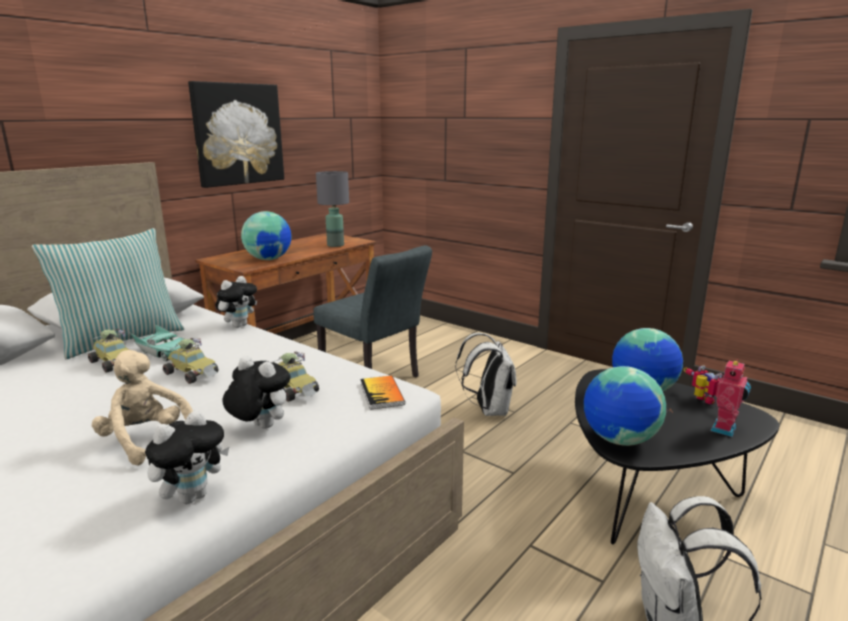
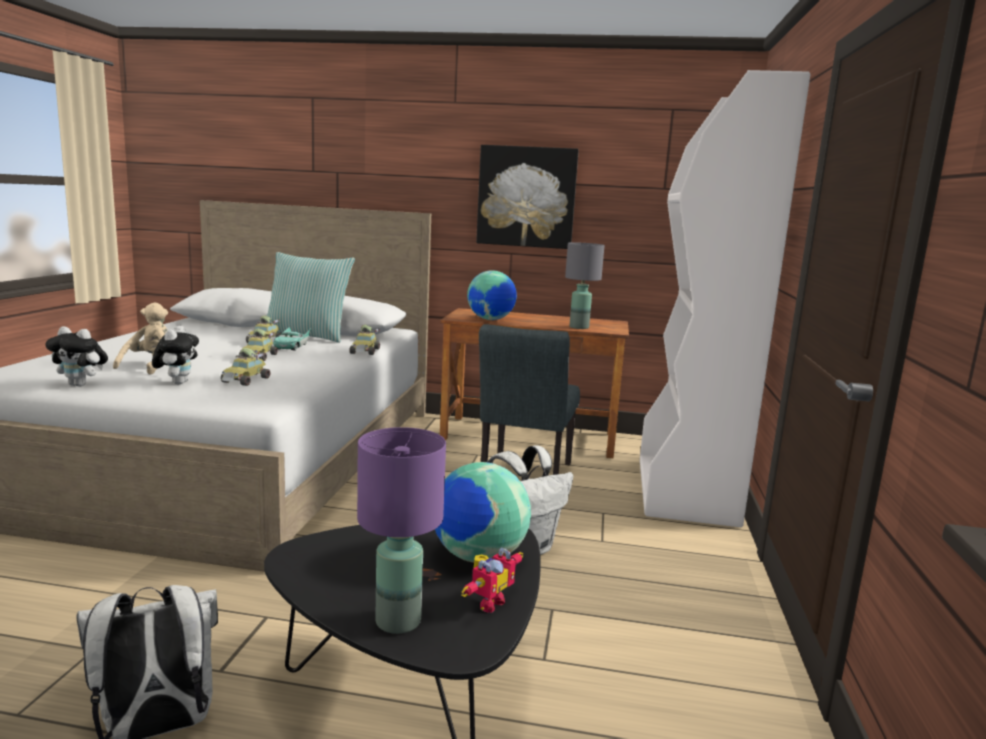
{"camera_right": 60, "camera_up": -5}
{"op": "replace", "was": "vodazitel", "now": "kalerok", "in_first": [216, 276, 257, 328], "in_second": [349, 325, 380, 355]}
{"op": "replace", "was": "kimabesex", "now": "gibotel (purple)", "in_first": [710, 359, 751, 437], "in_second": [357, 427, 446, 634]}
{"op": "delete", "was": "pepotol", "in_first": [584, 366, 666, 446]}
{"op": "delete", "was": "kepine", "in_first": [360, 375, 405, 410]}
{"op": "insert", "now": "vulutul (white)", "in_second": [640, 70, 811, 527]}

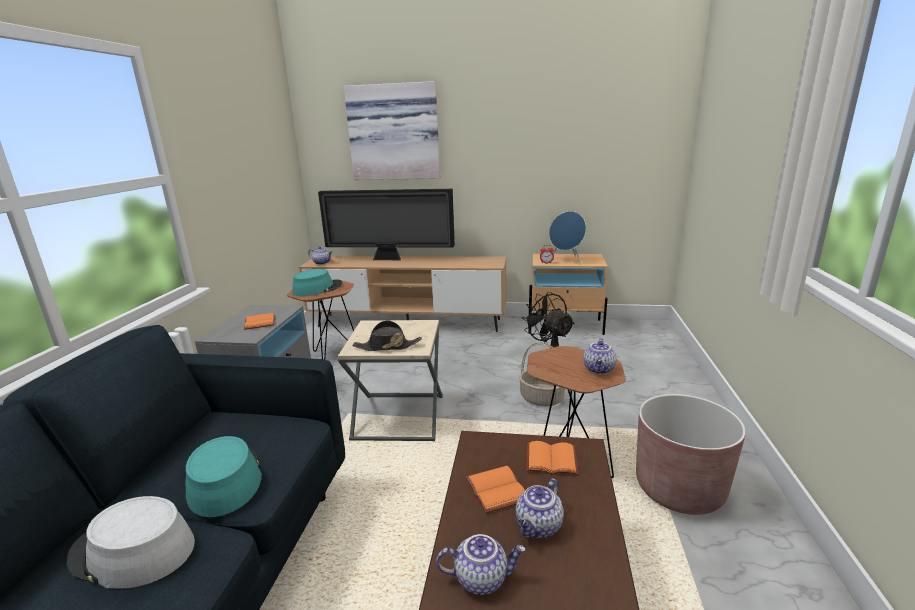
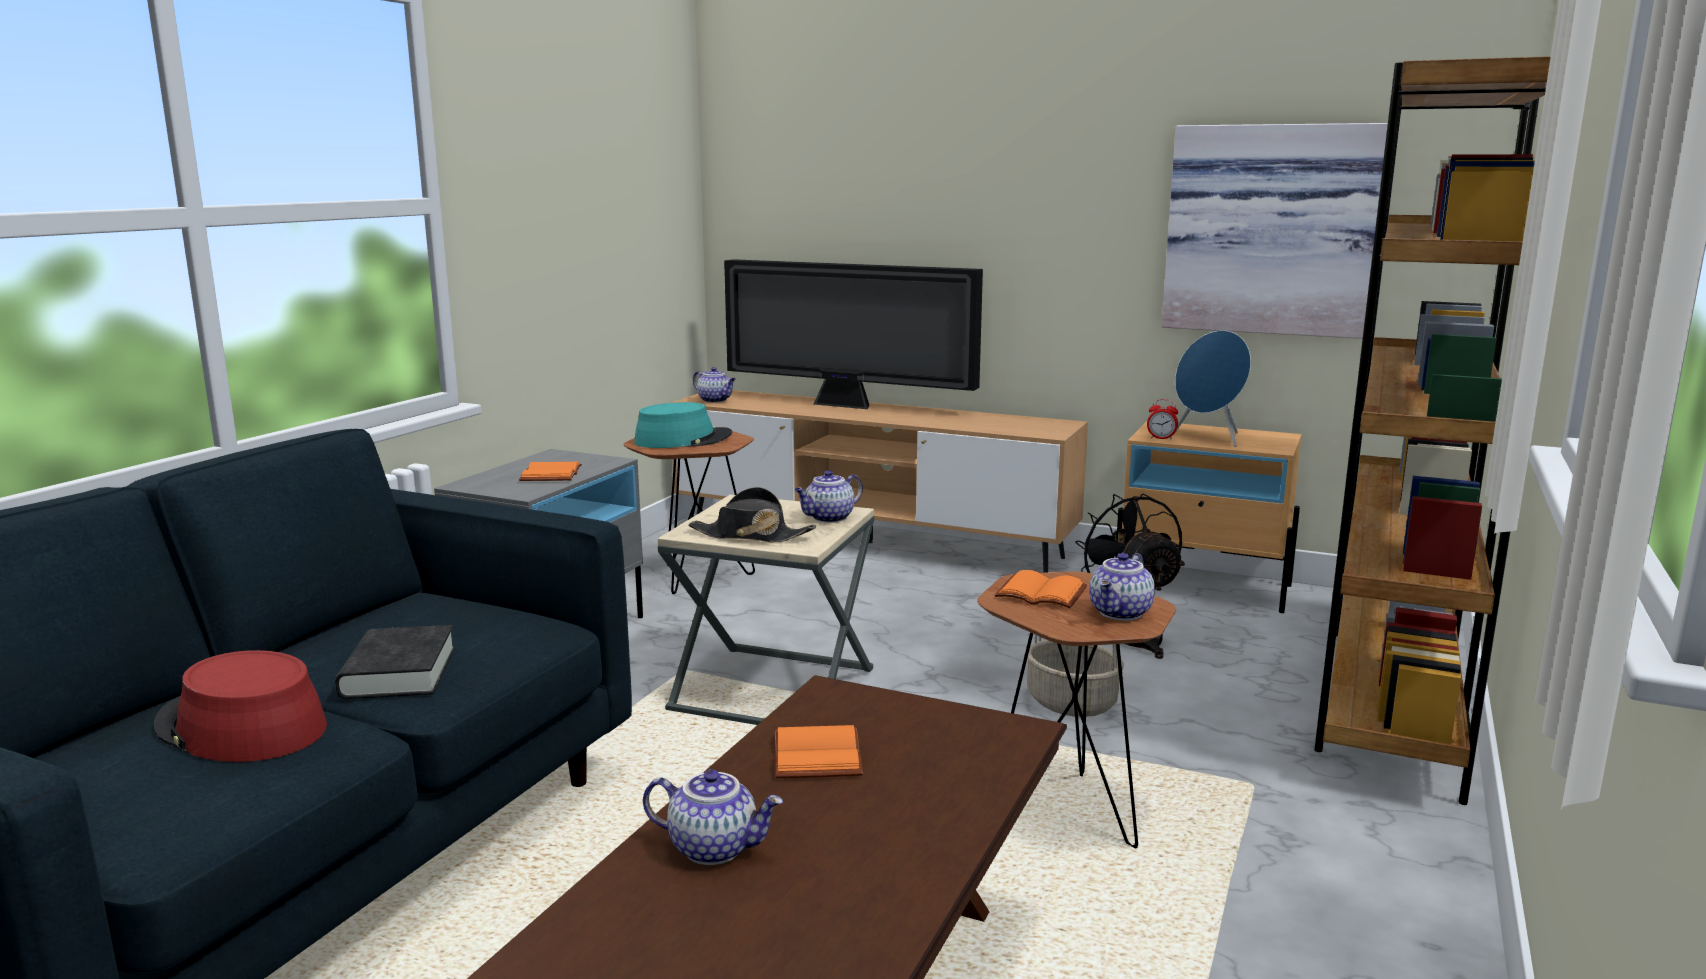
{"camera_right": 15, "camera_up": -5}
{"op": "move", "was": "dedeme", "in_first": [344, 81, 440, 180], "in_second": [1161, 123, 1400, 339]}
{"op": "delete", "was": "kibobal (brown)", "in_first": [636, 394, 746, 515]}
{"op": "replace", "was": "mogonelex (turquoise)", "now": "kepine (black)", "in_first": [186, 436, 262, 517], "in_second": [335, 625, 455, 699]}
{"op": "move", "was": "kepine (orange)", "in_first": [526, 441, 579, 475], "in_second": [995, 570, 1087, 608]}
{"op": "move", "was": "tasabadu", "in_first": [516, 478, 564, 538], "in_second": [794, 470, 863, 523]}
{"op": "recolor", "was": "mogonelex (grey)", "now": "mogonelex (red)", "in_first": [67, 496, 195, 589], "in_second": [154, 650, 327, 762]}
{"op": "insert", "now": "vulutul (brown)", "in_second": [1314, 56, 1551, 805]}

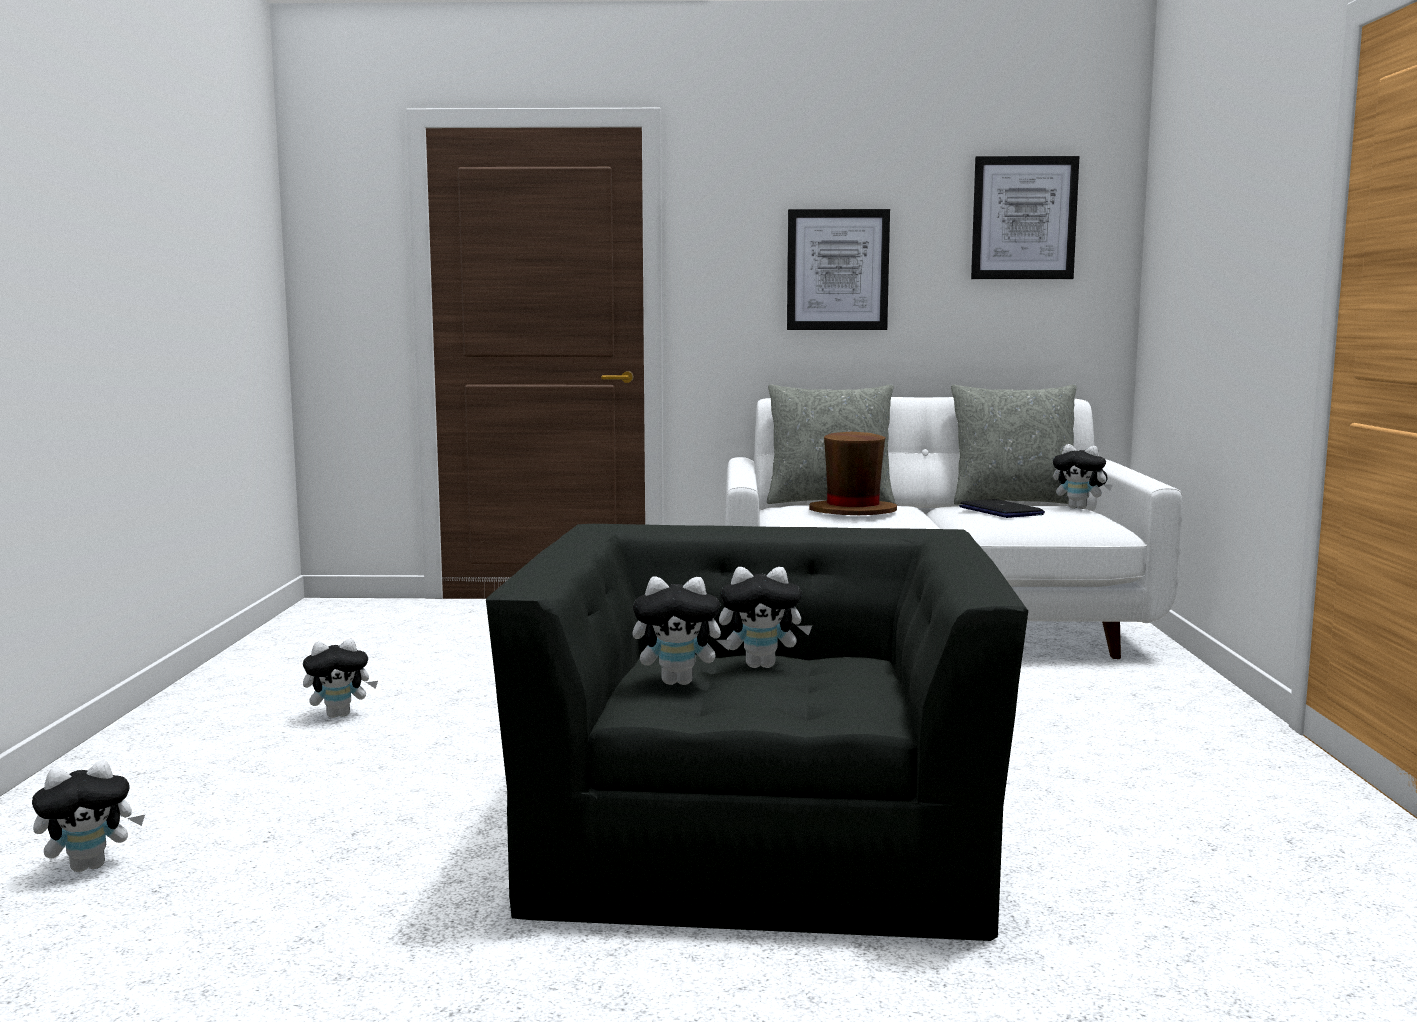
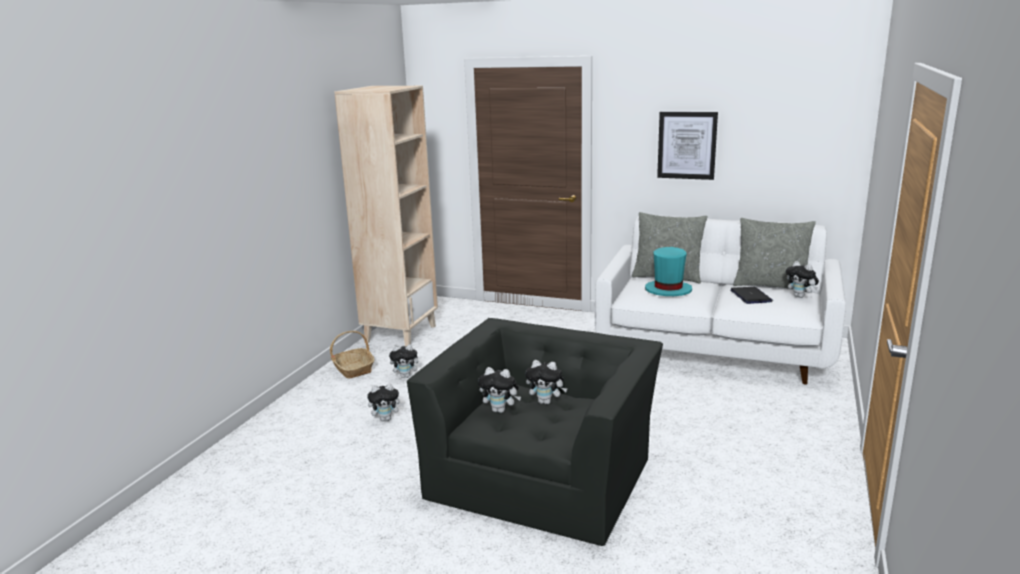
{"camera_right": 20, "camera_up": 10}
{"op": "delete", "was": "dedeme", "in_first": [971, 156, 1079, 279]}
{"op": "recolor", "was": "mogonelex (brown)", "now": "mogonelex (turquoise)", "in_first": [809, 432, 897, 515], "in_second": [645, 247, 692, 296]}
{"op": "move", "was": "vodazitel", "in_first": [32, 760, 145, 872], "in_second": [367, 384, 404, 421]}
{"op": "insert", "now": "vulutul (beige)", "in_second": [334, 86, 438, 347]}
{"op": "insert", "now": "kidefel", "in_second": [330, 331, 374, 379]}

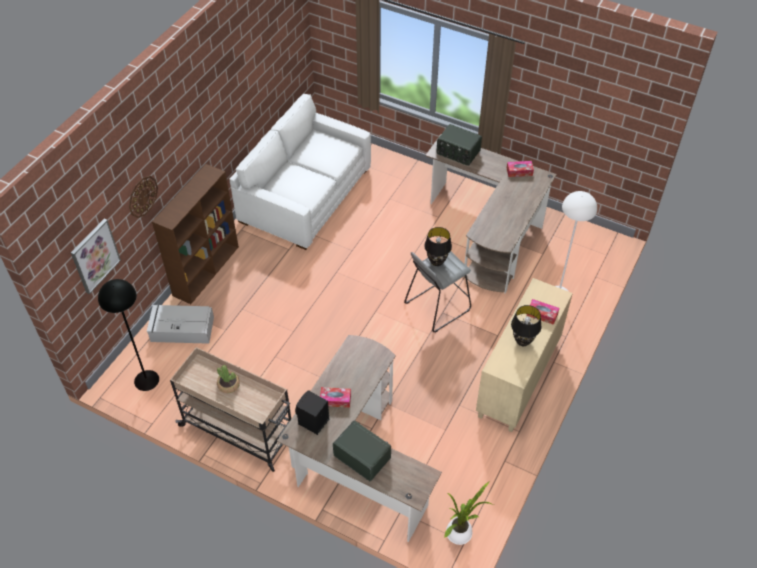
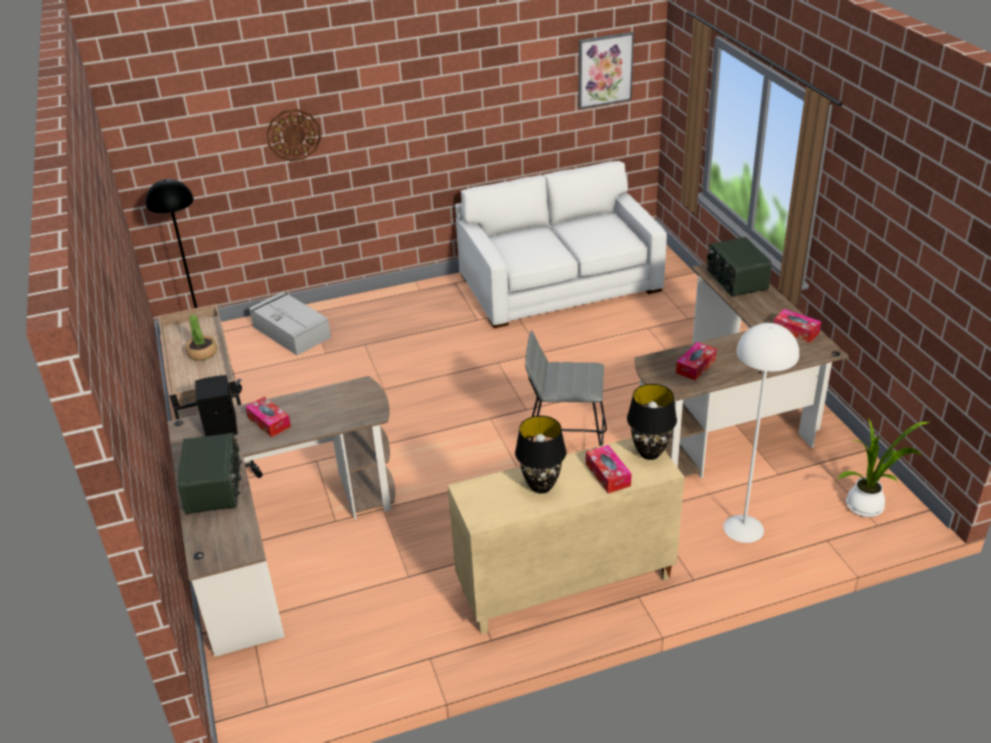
{"camera_right": 45, "camera_up": -15}
{"op": "delete", "was": "vulutul (brown)", "in_first": [152, 164, 239, 304]}
{"op": "move", "was": "dedeme", "in_first": [71, 219, 121, 294], "in_second": [578, 32, 634, 109]}
{"op": "move", "was": "gibotel (black)", "in_first": [424, 227, 452, 266], "in_second": [627, 384, 677, 460]}
{"op": "move", "was": "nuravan", "in_first": [444, 481, 494, 545], "in_second": [837, 419, 929, 517]}
{"op": "insert", "now": "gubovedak", "in_second": [676, 342, 716, 381]}

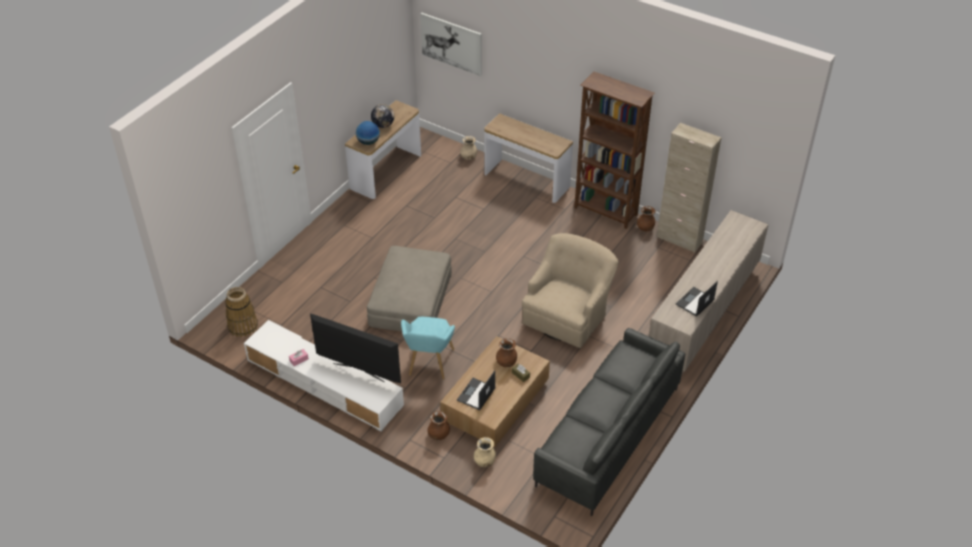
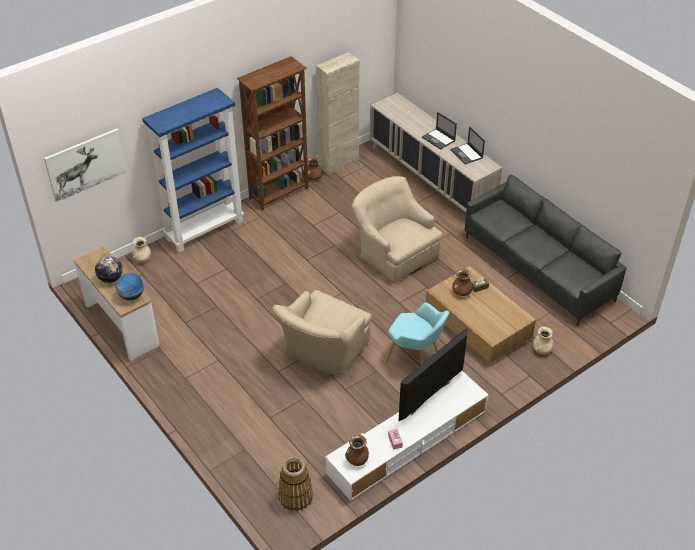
{"camera_right": -70, "camera_up": 0}
{"op": "replace", "was": "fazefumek", "now": "vulutul (blue)", "in_first": [484, 113, 573, 203], "in_second": [142, 88, 244, 253]}
{"op": "replace", "was": "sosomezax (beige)", "now": "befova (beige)", "in_first": [367, 246, 452, 332], "in_second": [273, 290, 372, 375]}
{"op": "move", "was": "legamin", "in_first": [457, 370, 496, 410], "in_second": [422, 112, 457, 150]}
{"op": "move", "was": "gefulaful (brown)", "in_first": [427, 411, 450, 440], "in_second": [345, 435, 369, 466]}

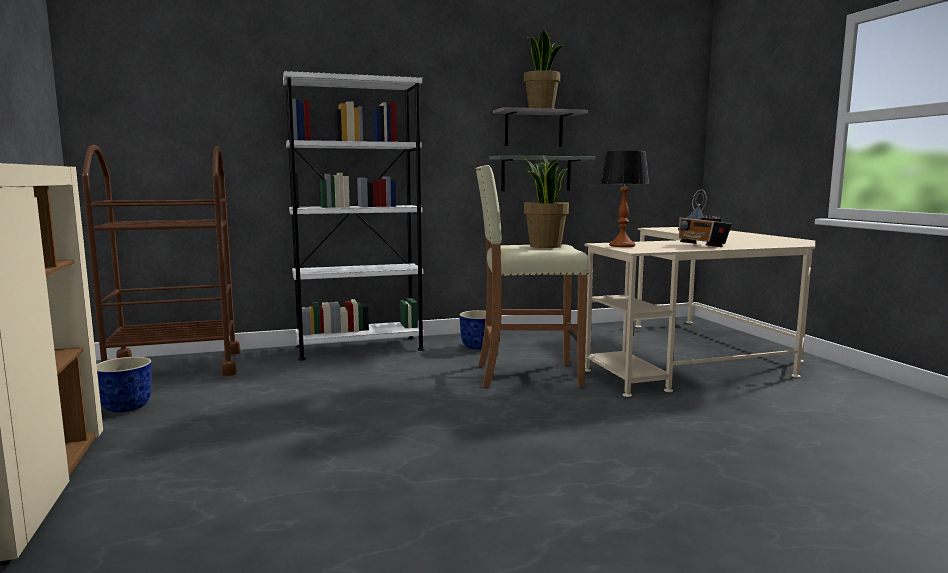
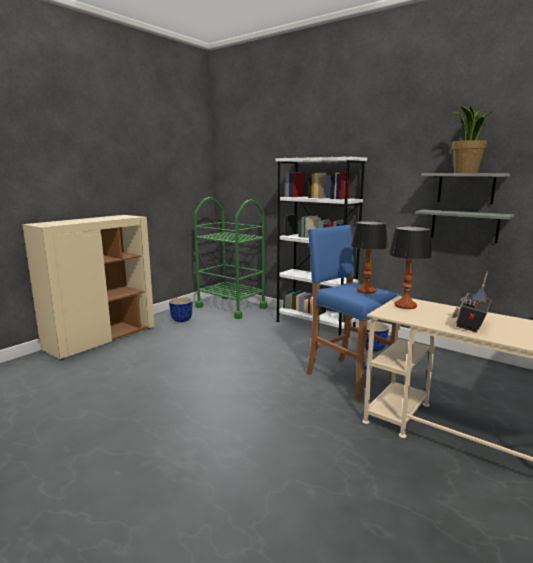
{"camera_right": 55, "camera_up": 5}
{"op": "recolor", "was": "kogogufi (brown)", "now": "kogogufi (green)", "in_first": [82, 145, 240, 376], "in_second": [194, 197, 267, 319]}
{"op": "replace", "was": "nuravan", "now": "gibotel", "in_first": [523, 155, 569, 248], "in_second": [351, 221, 388, 294]}
{"op": "recolor", "was": "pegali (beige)", "now": "pegali (blue)", "in_first": [475, 165, 590, 387], "in_second": [307, 225, 403, 402]}

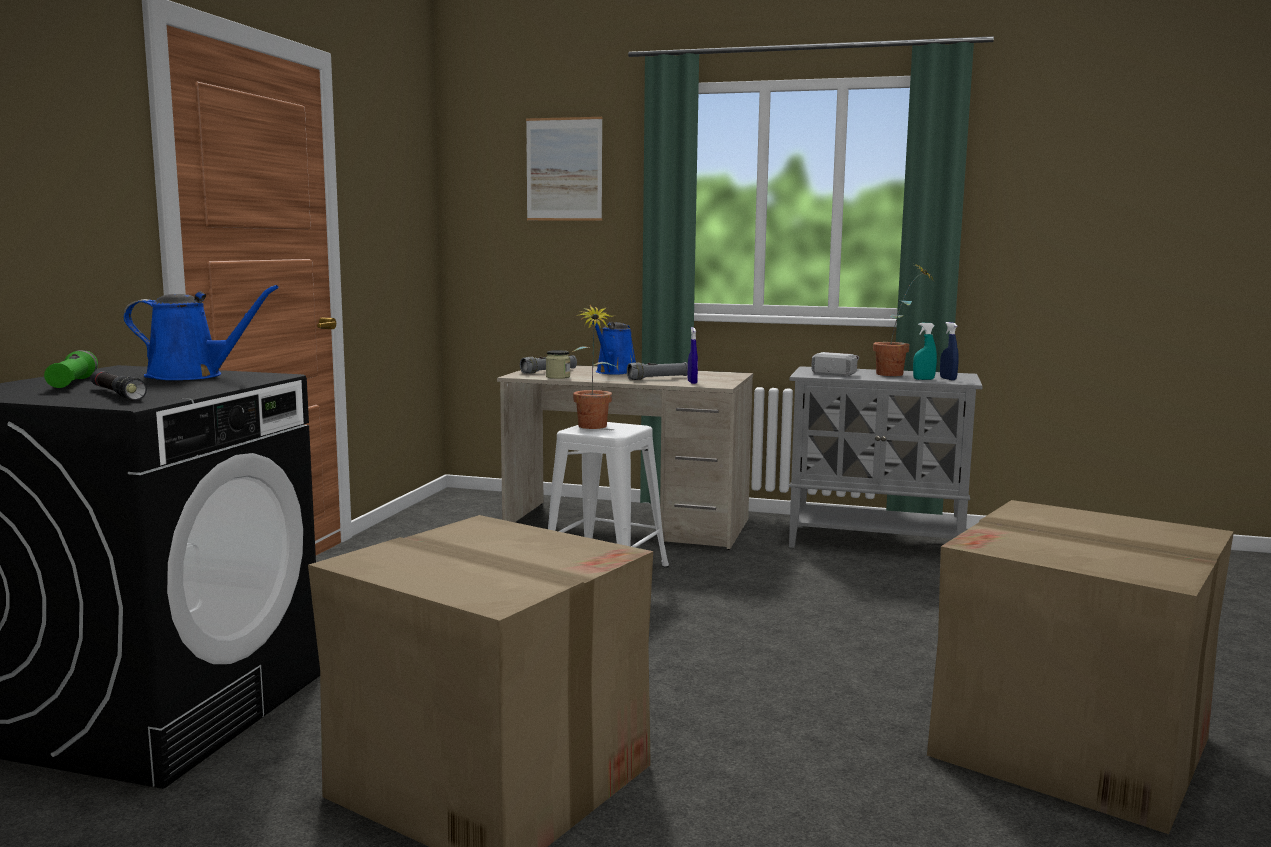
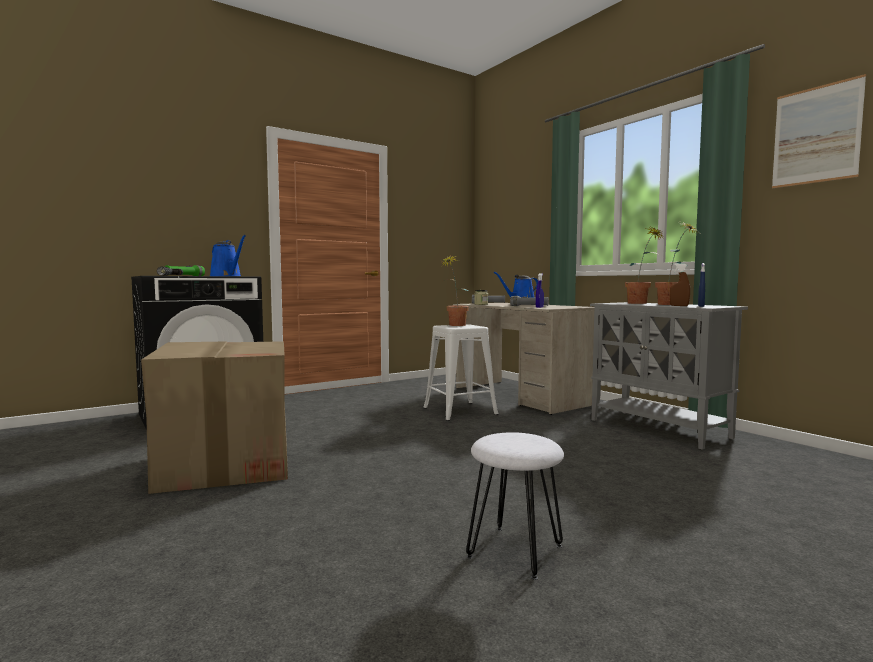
{"camera_right": 40, "camera_up": -5}
{"op": "move", "was": "dedeme", "in_first": [526, 117, 603, 221], "in_second": [772, 74, 866, 188]}
{"op": "recolor", "was": "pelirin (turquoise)", "now": "pelirin (brown)", "in_first": [913, 323, 937, 380], "in_second": [669, 263, 690, 306]}
{"op": "replace", "was": "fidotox", "now": "nuravan", "in_first": [811, 352, 859, 377], "in_second": [625, 226, 664, 304]}
{"op": "replace", "was": "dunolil", "now": "pegali (white)", "in_first": [927, 500, 1234, 834], "in_second": [466, 432, 564, 580]}

